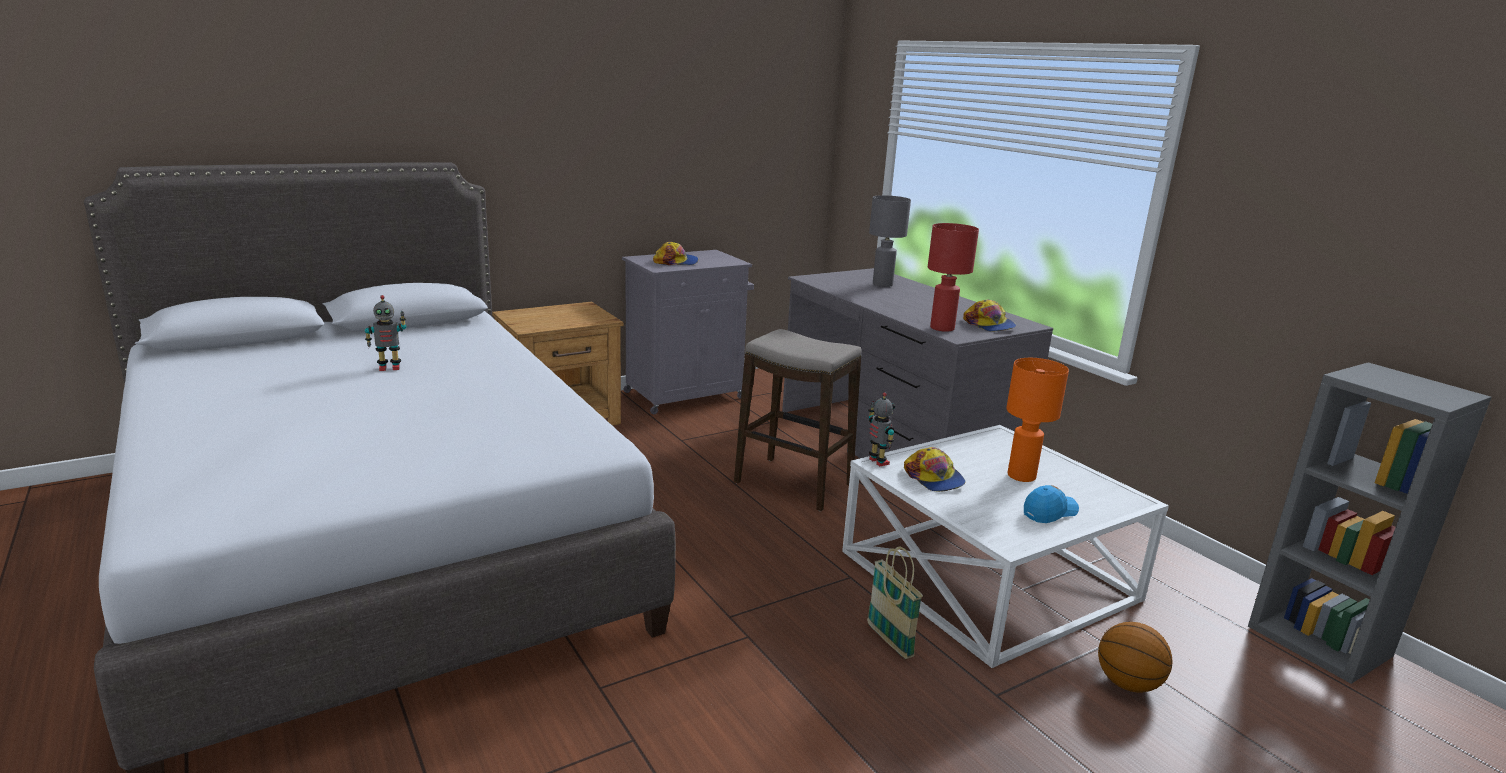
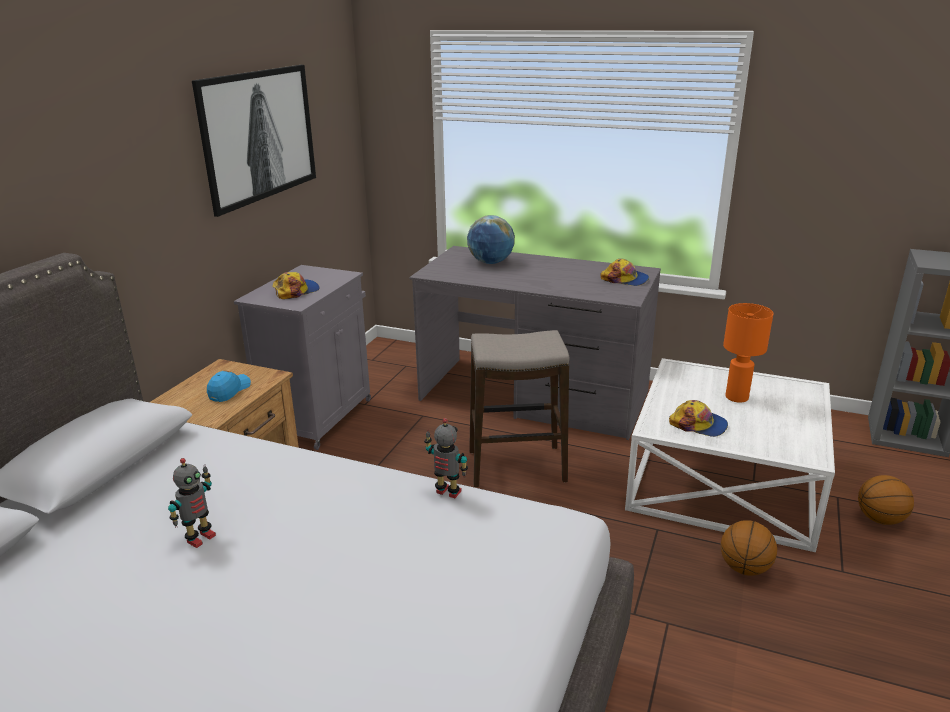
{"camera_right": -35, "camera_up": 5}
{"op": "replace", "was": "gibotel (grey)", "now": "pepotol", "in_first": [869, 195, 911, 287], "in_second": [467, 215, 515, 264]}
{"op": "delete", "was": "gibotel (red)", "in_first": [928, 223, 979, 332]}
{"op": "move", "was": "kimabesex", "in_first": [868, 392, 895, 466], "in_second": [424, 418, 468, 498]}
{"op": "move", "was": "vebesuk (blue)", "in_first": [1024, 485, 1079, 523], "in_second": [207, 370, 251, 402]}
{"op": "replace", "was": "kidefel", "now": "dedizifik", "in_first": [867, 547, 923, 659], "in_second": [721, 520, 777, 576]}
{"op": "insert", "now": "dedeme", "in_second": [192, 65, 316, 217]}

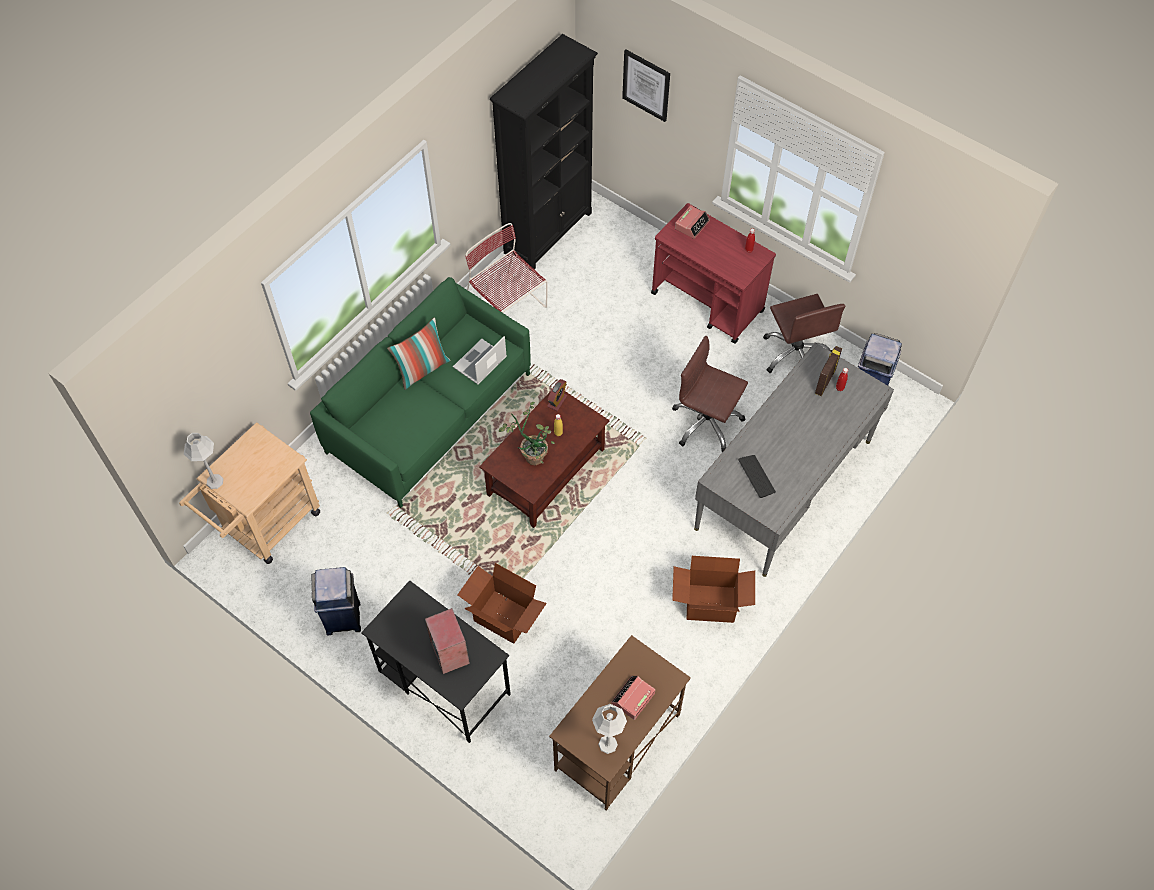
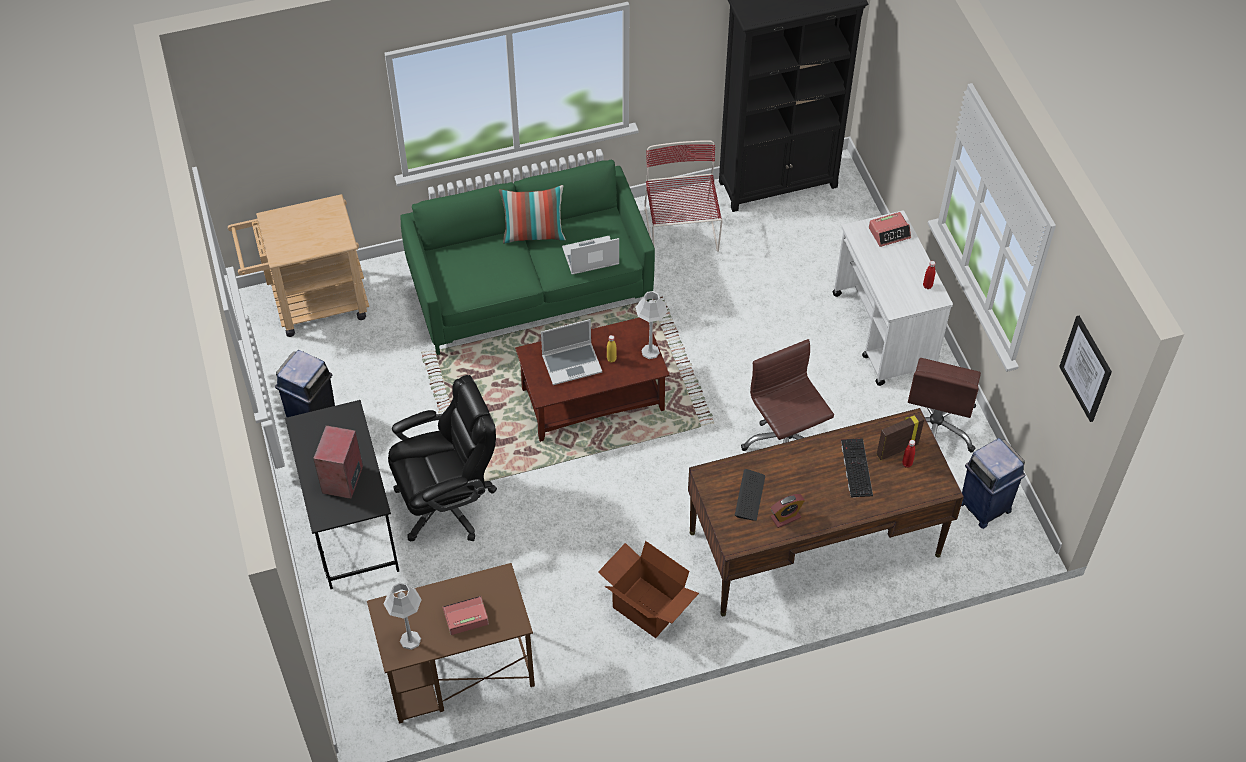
{"camera_right": 35, "camera_up": -5}
{"op": "move", "was": "dedeme", "in_first": [622, 50, 670, 122], "in_second": [1059, 316, 1112, 422]}
{"op": "recolor", "was": "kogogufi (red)", "now": "kogogufi (white)", "in_first": [651, 203, 776, 344], "in_second": [832, 211, 953, 386]}
{"op": "recolor", "was": "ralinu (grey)", "now": "ralinu (brown)", "in_first": [694, 343, 894, 577], "in_second": [688, 408, 964, 616]}
{"op": "move", "was": "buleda", "in_first": [547, 379, 567, 411], "in_second": [771, 494, 805, 528]}
{"op": "replace", "was": "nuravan", "now": "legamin", "in_first": [499, 402, 555, 466], "in_second": [541, 319, 602, 385]}
{"op": "move", "was": "gibotel (grey)", "in_first": [184, 433, 223, 489], "in_second": [635, 291, 668, 359]}
{"op": "replace", "was": "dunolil", "now": "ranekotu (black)", "in_first": [457, 563, 547, 644], "in_second": [388, 375, 497, 541]}
{"op": "insert", "now": "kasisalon", "in_second": [841, 439, 873, 498]}

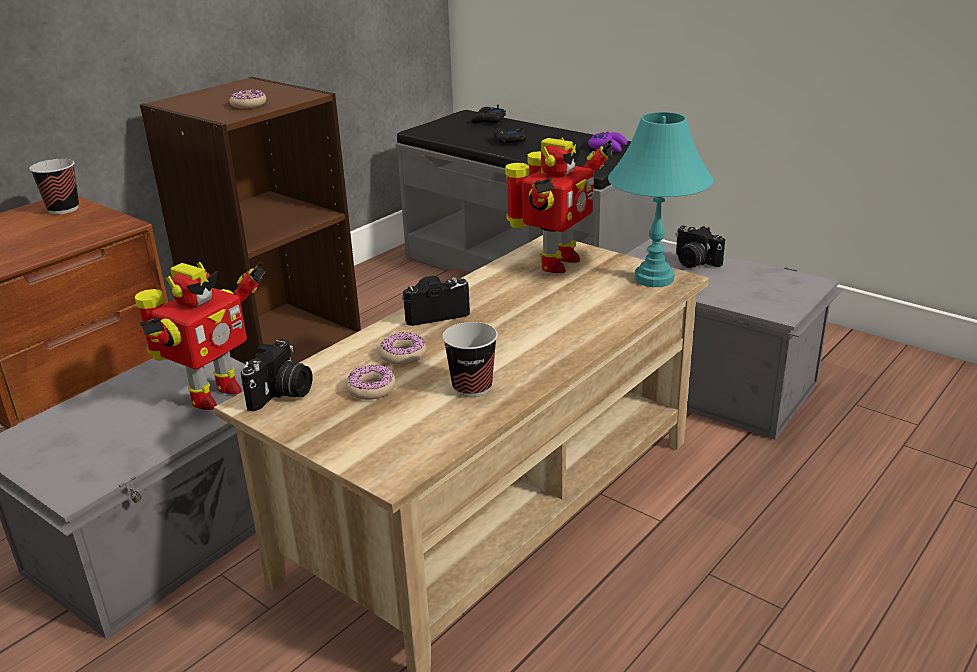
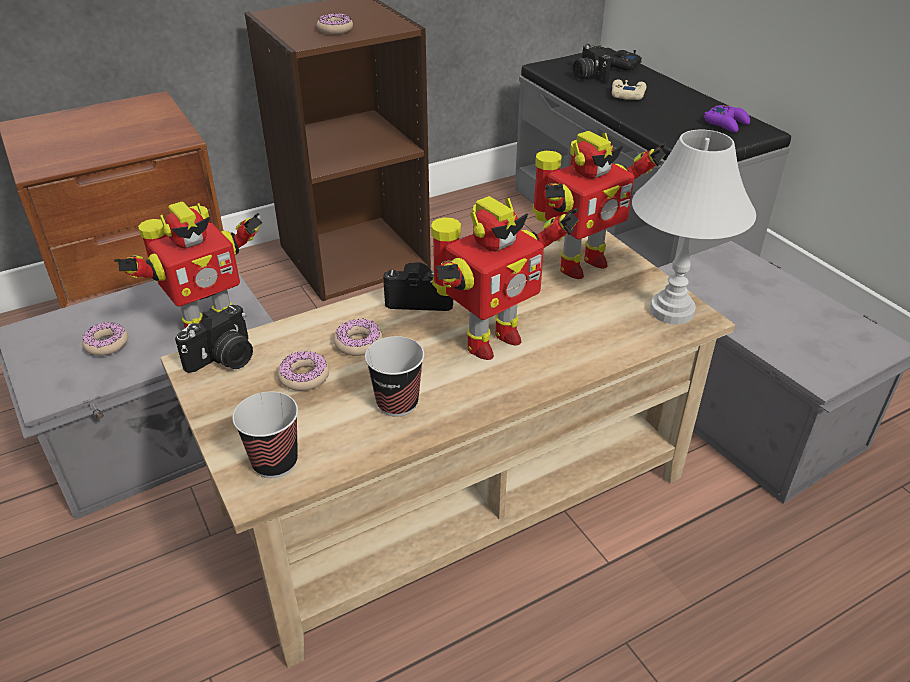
{"camera_right": 20, "camera_up": 10}
{"op": "recolor", "was": "gibotel (turquoise)", "now": "gibotel (white)", "in_first": [608, 112, 713, 287], "in_second": [632, 130, 756, 324]}
{"op": "recolor", "was": "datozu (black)", "now": "datozu (beige)", "in_first": [494, 126, 526, 143], "in_second": [612, 79, 646, 100]}
{"op": "move", "was": "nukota", "in_first": [29, 159, 79, 214], "in_second": [232, 391, 298, 478]}
{"op": "move", "was": "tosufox", "in_first": [675, 225, 725, 268], "in_second": [573, 44, 611, 83]}
{"op": "insert", "now": "kimabesex", "in_second": [431, 196, 578, 360]}
{"op": "insert", "now": "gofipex", "in_second": [82, 322, 128, 356]}

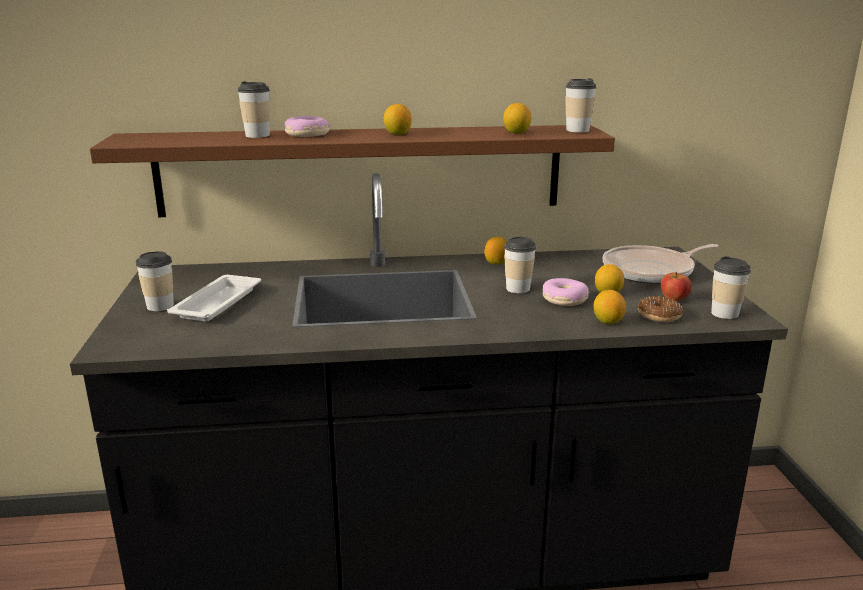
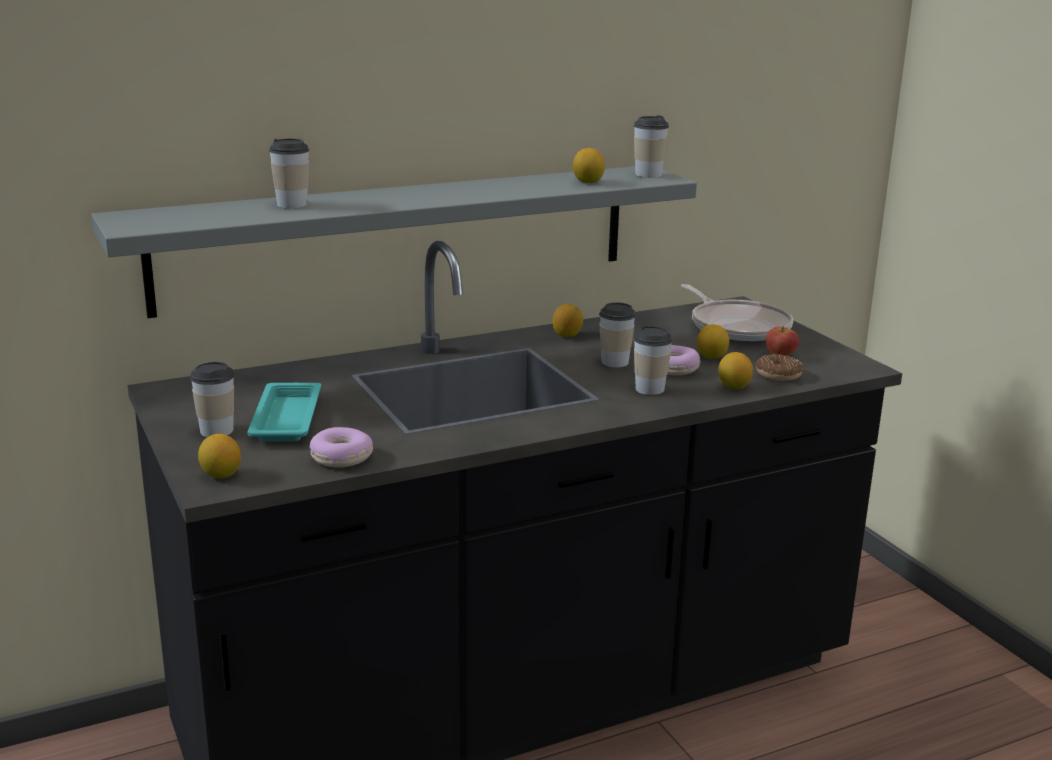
{"camera_right": -20, "camera_up": 0}
{"op": "move", "was": "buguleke", "in_first": [384, 104, 412, 135], "in_second": [198, 434, 241, 479]}
{"op": "move", "was": "gofipex", "in_first": [284, 116, 330, 137], "in_second": [309, 427, 373, 467]}
{"op": "recolor", "was": "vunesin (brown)", "now": "vunesin (grey)", "in_first": [90, 125, 615, 217], "in_second": [91, 166, 697, 318]}
{"op": "rotate", "was": "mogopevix", "in_first": [603, 244, 719, 284], "in_second": [681, 284, 793, 343], "clockwise": -75}
{"op": "move", "was": "nukota", "in_first": [711, 256, 751, 319], "in_second": [633, 325, 673, 395]}
{"op": "recolor", "was": "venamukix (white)", "now": "venamukix (turquoise)", "in_first": [167, 275, 261, 322], "in_second": [247, 383, 321, 441]}

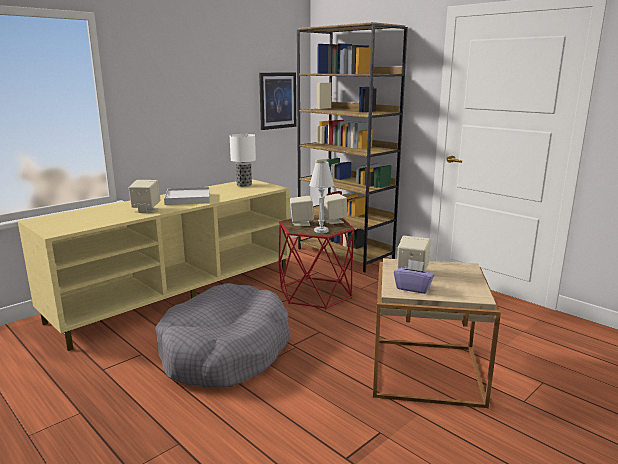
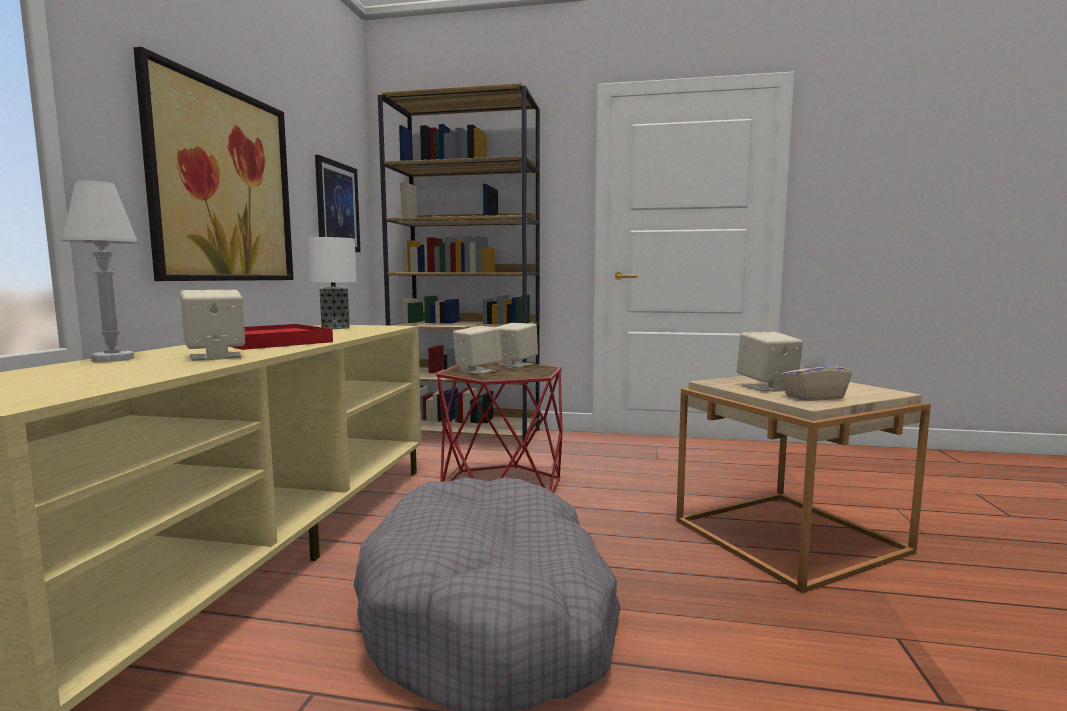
{"camera_right": -35, "camera_up": -10}
{"op": "move", "was": "gibotel (white)", "in_first": [309, 161, 334, 233], "in_second": [61, 180, 139, 362]}
{"op": "recolor", "was": "venamukix (white)", "now": "venamukix (red)", "in_first": [164, 187, 210, 205], "in_second": [233, 324, 333, 350]}
{"op": "recolor", "was": "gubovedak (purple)", "now": "gubovedak (beige)", "in_first": [394, 260, 434, 294], "in_second": [780, 353, 852, 401]}
{"op": "insert", "now": "dedeme", "in_second": [133, 47, 294, 281]}

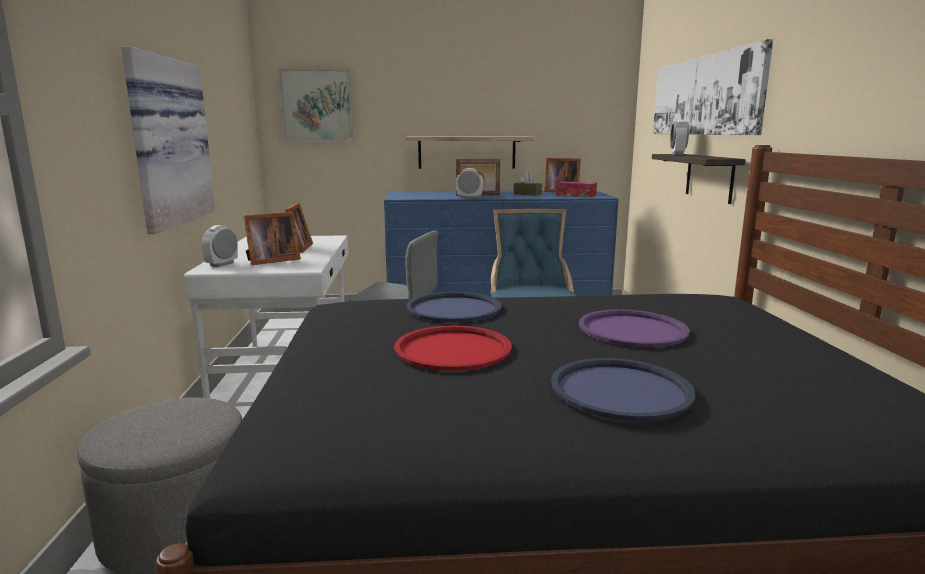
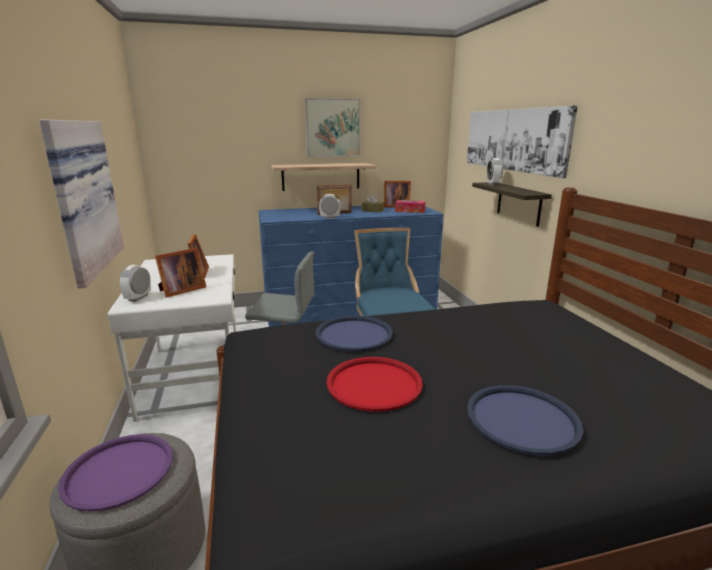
{"camera_right": -10, "camera_up": 5}
{"op": "move", "was": "dedeme", "in_first": [279, 69, 353, 141], "in_second": [305, 98, 360, 157]}
{"op": "move", "was": "venamukix (purple)", "in_first": [579, 309, 690, 347], "in_second": [58, 434, 173, 512]}

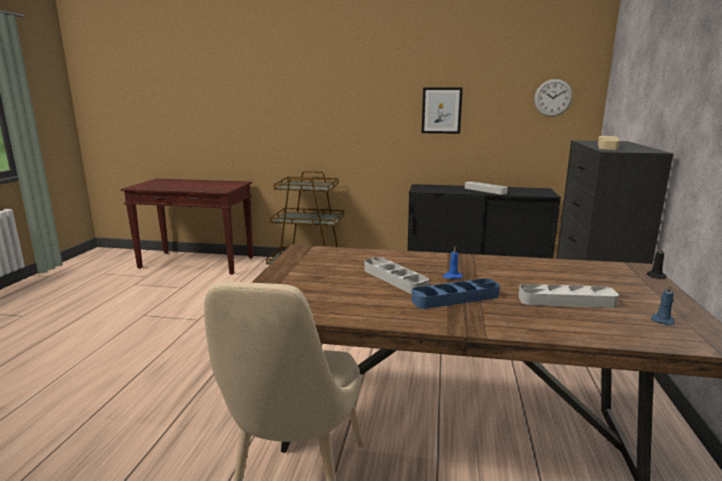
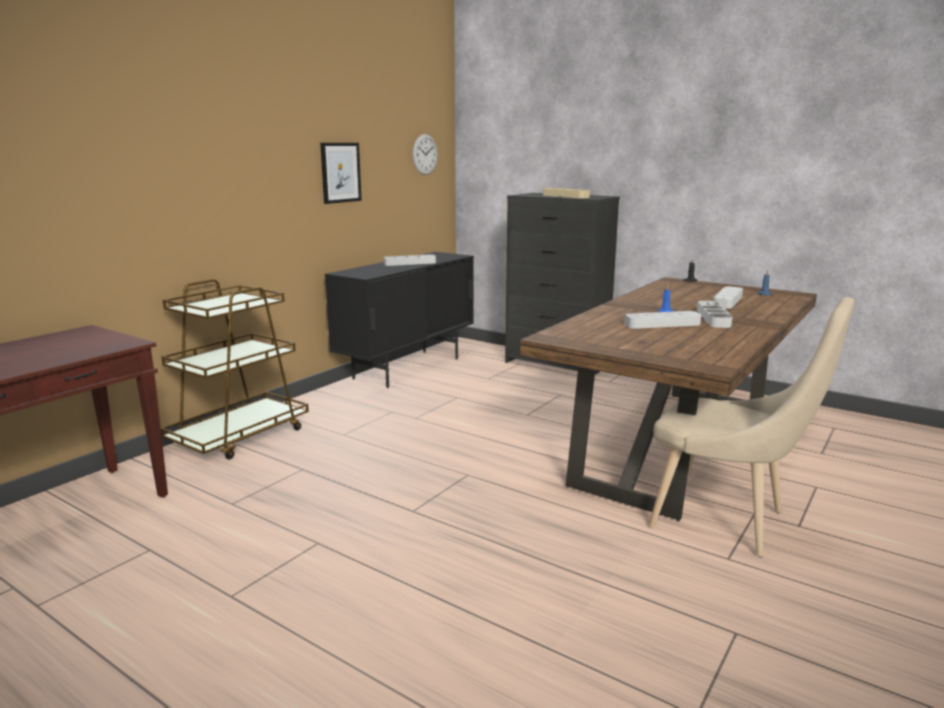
{"camera_right": -65, "camera_up": 0}
{"op": "recolor", "was": "venamukix (blue)", "now": "venamukix (grey)", "in_first": [412, 278, 500, 309], "in_second": [697, 301, 732, 328]}

